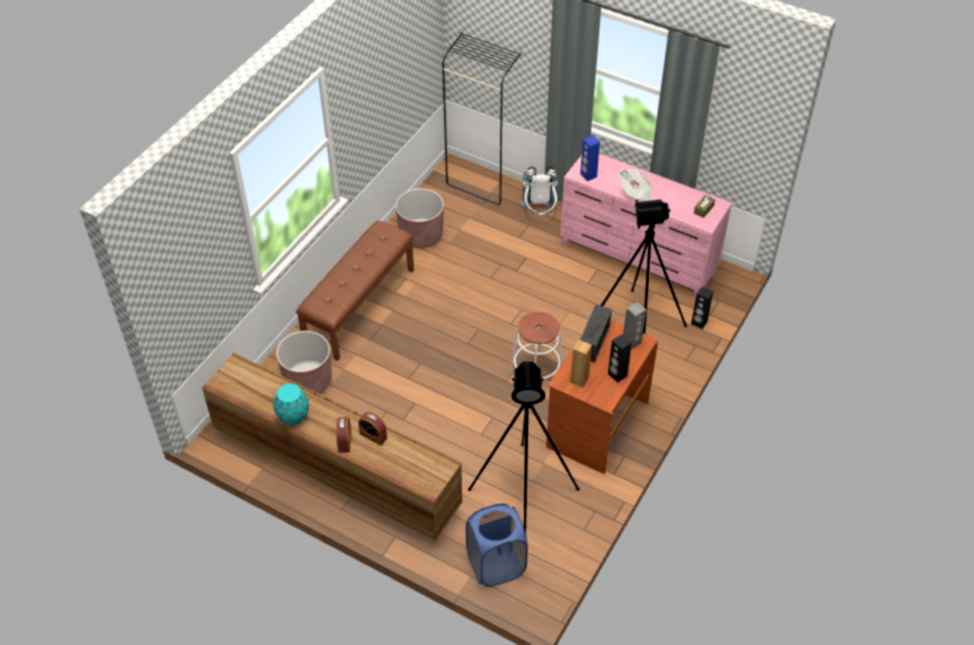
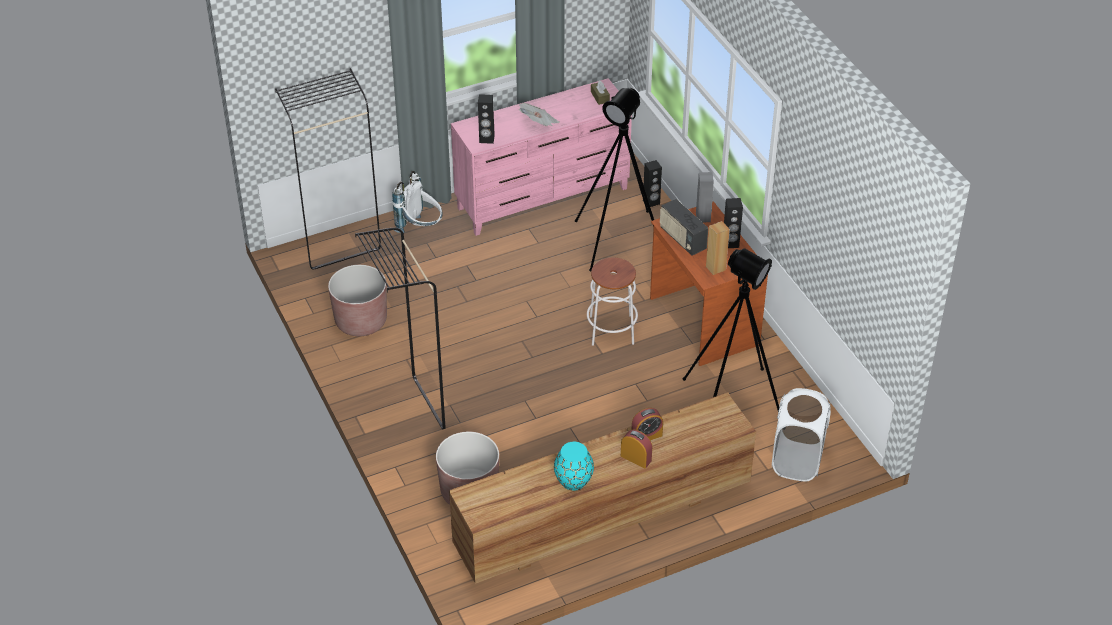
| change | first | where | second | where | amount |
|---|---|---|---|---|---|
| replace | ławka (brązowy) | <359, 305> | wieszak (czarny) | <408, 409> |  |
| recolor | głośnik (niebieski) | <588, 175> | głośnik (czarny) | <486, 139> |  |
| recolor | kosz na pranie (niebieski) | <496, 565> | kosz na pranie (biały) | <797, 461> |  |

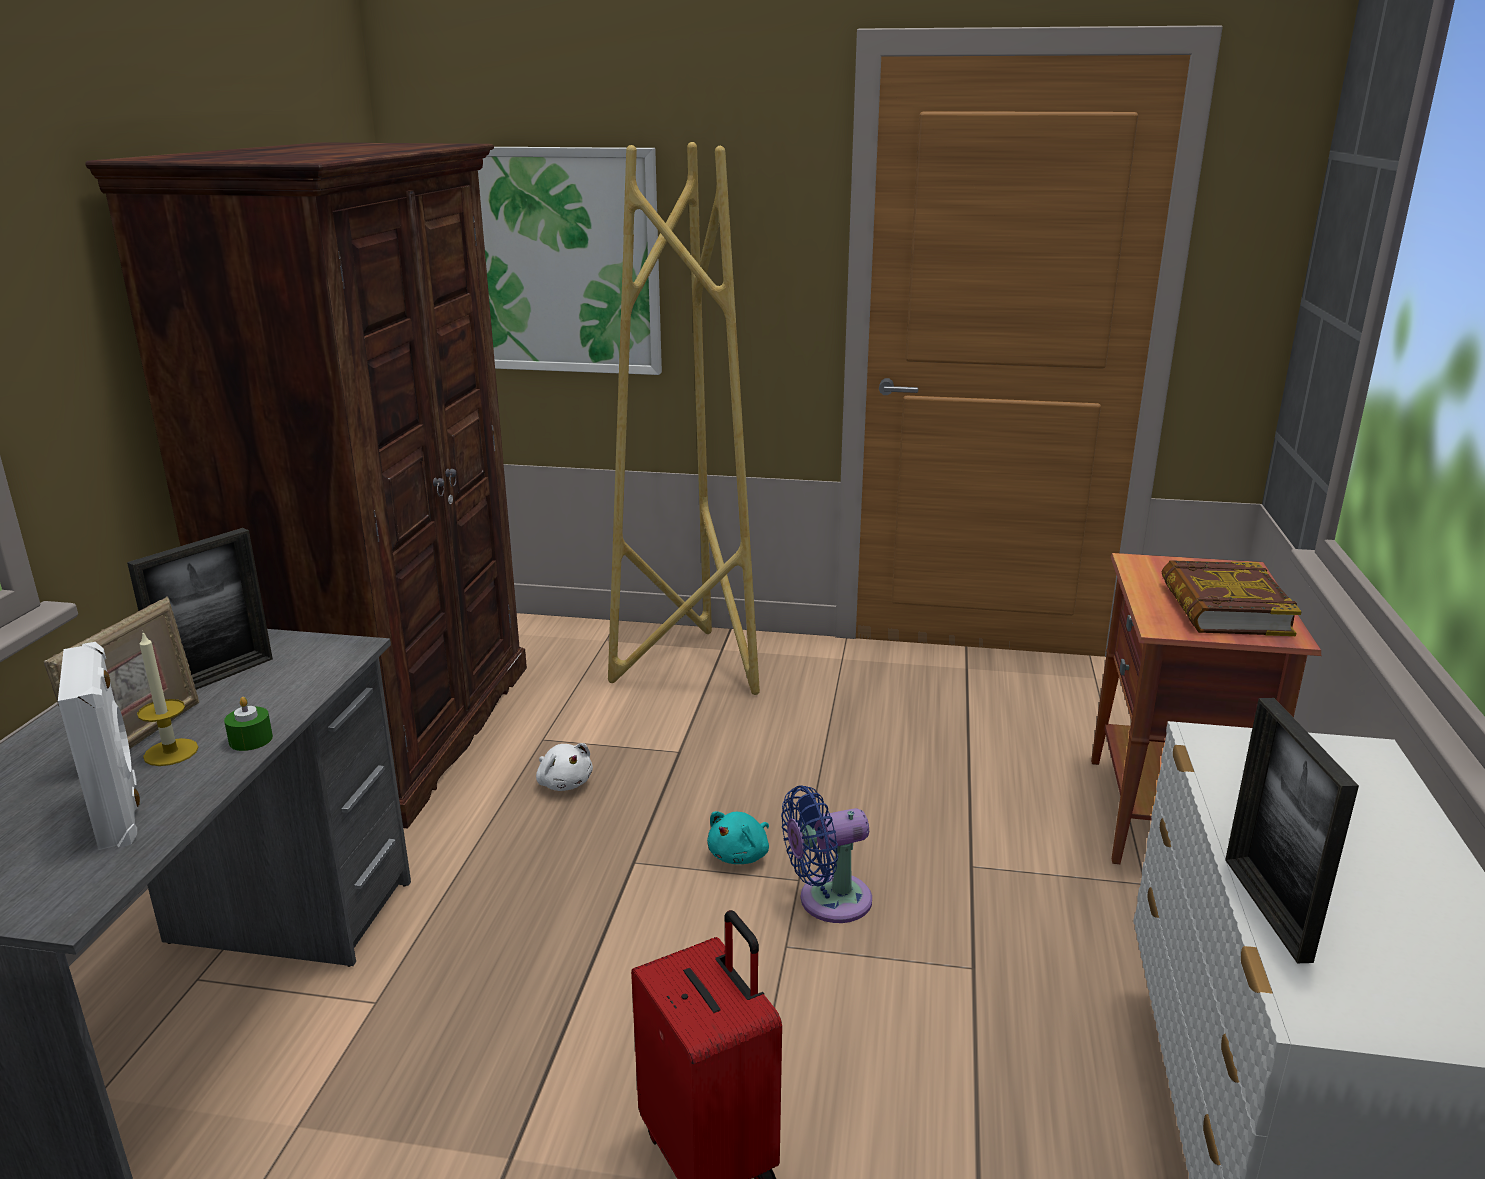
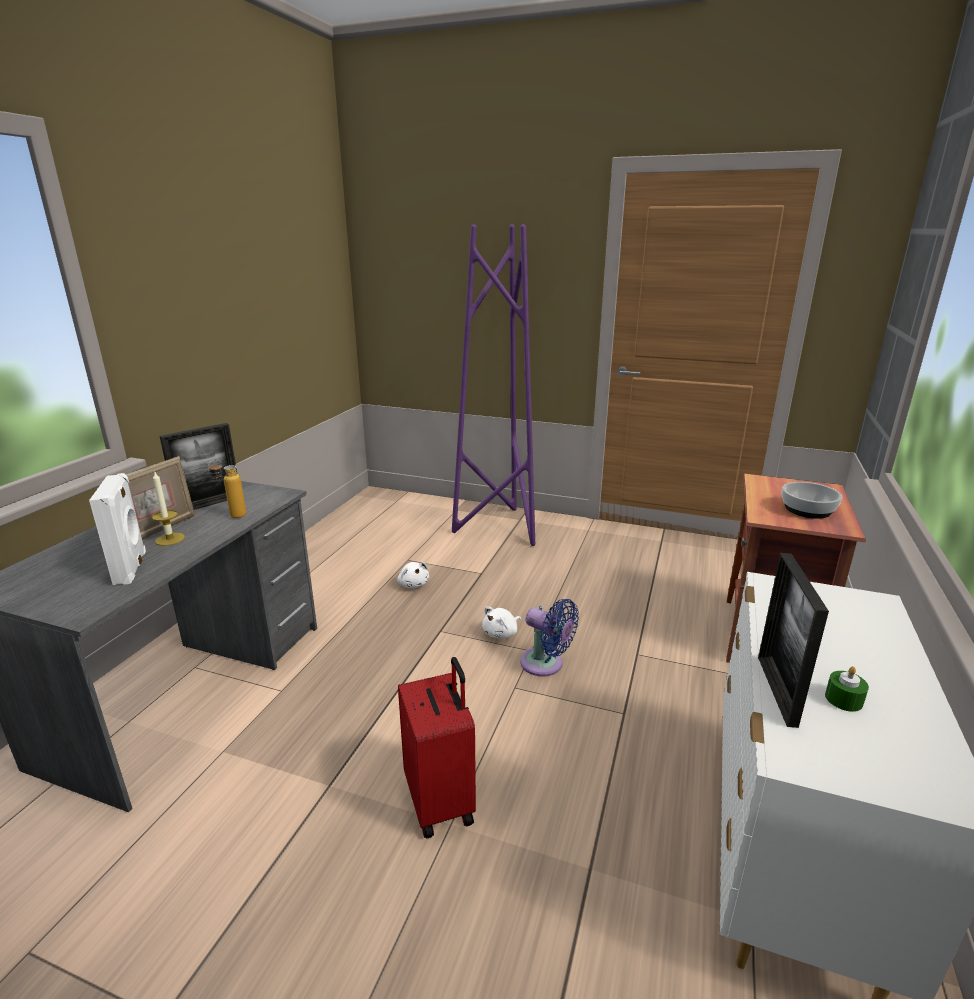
| change | first | where | second | where | amount |
|---|---|---|---|---|---|
| insert |  |  | butelka | <232, 517> |  |
| recolor | wieszak (żółty) | <692, 669> | wieszak (fioletowy) | <500, 529> |  |
| recolor | pluszak (turkusowy) | <740, 855> | pluszak (biały) | <501, 633> |  |
| rotate | wentylator (niebieski) | <827, 901> |  | <545, 664> | 135 degrees counterclockwise |
| replace | książka | <1223, 608> | miska | <807, 509> |  |
| move | świeca (zielony) | <251, 740> |  | <843, 699> |  |
| delete | szafa (brązowy) | <397, 731> |  |  |  |
| delete | obraz | <554, 262> |  |  |  |

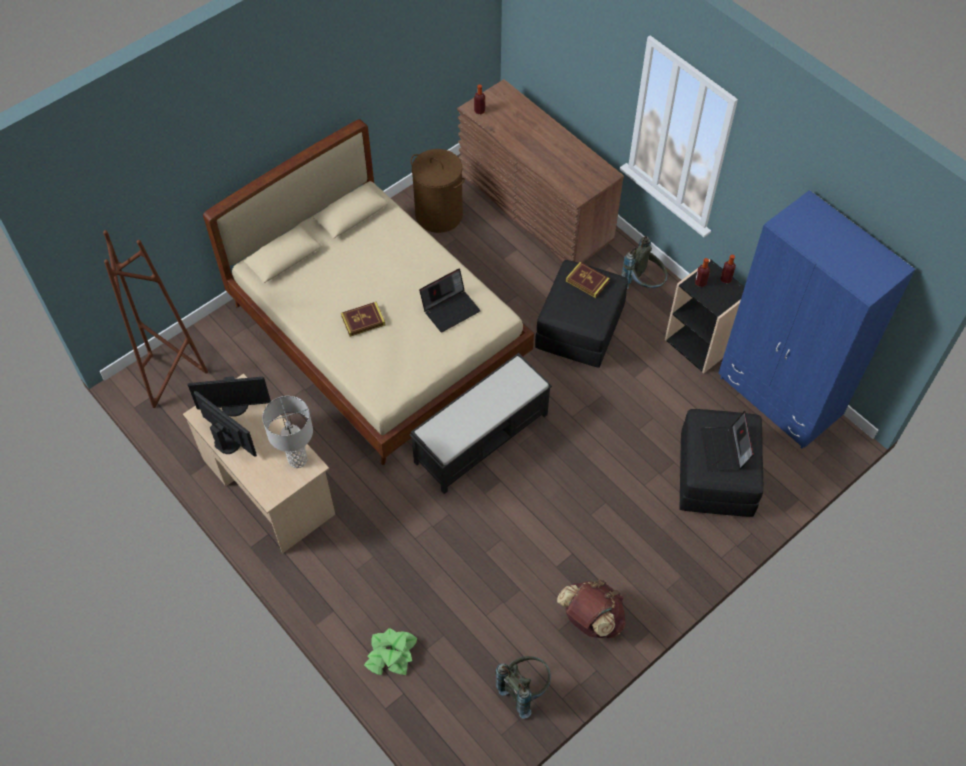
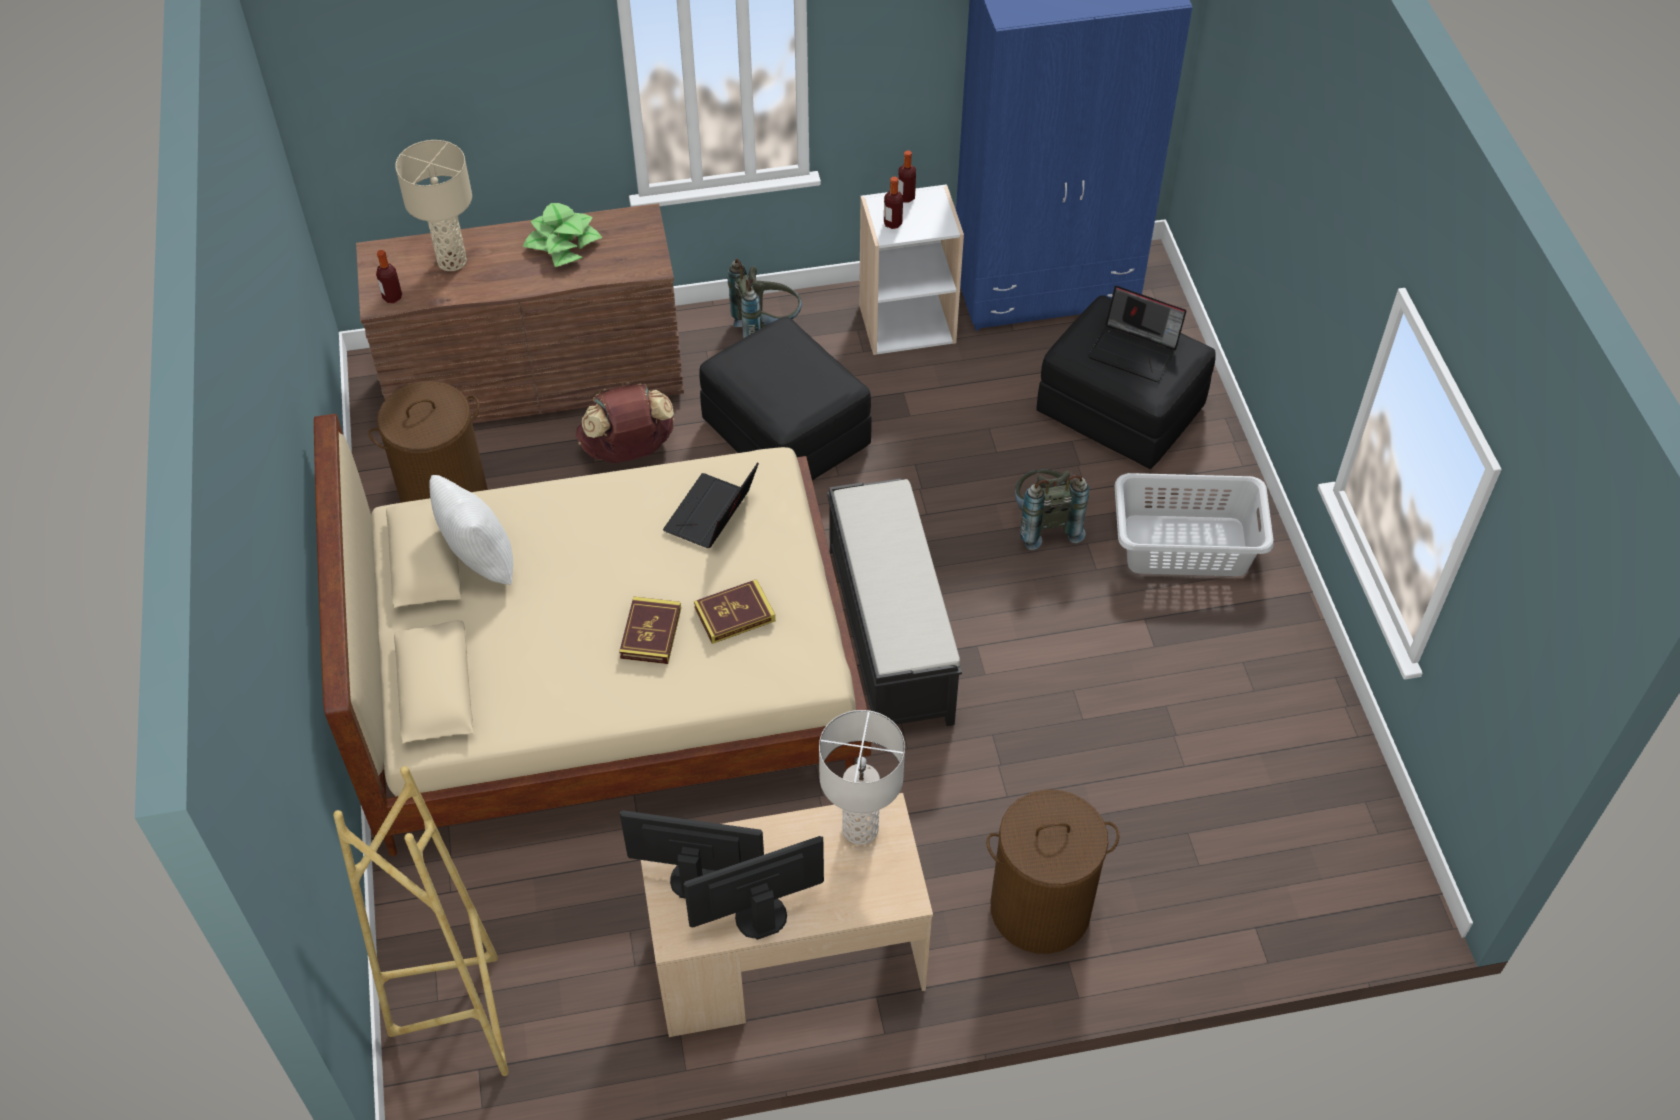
| change | first | where | second | where | amount |
|---|---|---|---|---|---|
| recolor | wieszak (brązowy) | <171, 378> | wieszak (żółty) | <463, 1021> |  |
| insert |  |  | lampa stołowa (beżowy) | <452, 261> |  |
| insert |  |  | poduszka (biały) | <478, 562> |  |
| move | roślina doniczkowa | <391, 654> |  | <563, 243> |  |
| move | plecak (brązowy) | <591, 619> |  | <628, 450> |  |
| rotate | monitor | <235, 406> |  | <696, 876> | 105 degrees counterclockwise |
| rotate | laptop | <450, 309> |  | <712, 516> | 150 degrees counterclockwise |
| move | książka | <587, 281> |  | <734, 614> |  |
| recolor | regał (czarny) | <700, 344> | regał (biały) | <908, 323> |  |
| insert |  |  | kosz na pranie (brązowy) | <1040, 908> |  |
| move | plecak (szary) | <524, 689> |  | <1044, 524> |  |
| insert |  |  | kosz na pranie (szary) | <1186, 547> |  |

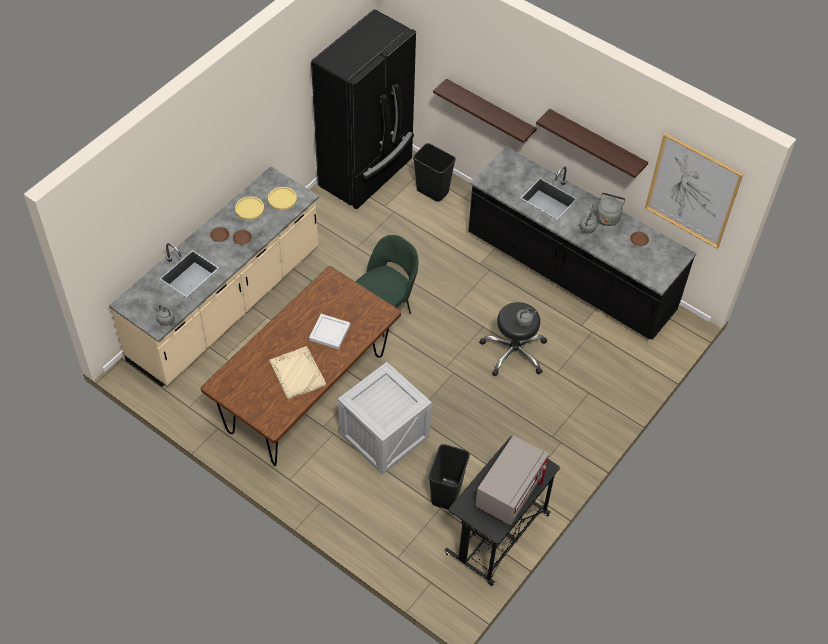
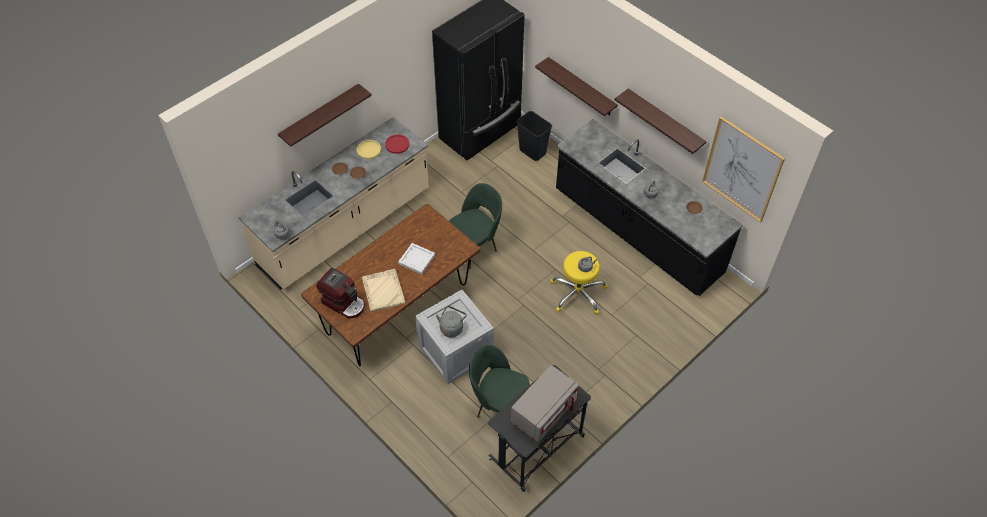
| change | first | where | second | where | amount |
|---|---|---|---|---|---|
| insert |  |  | półka | <320, 115> |  |
| insert |  |  | ekspres do kawy | <344, 303> |  |
| recolor | talerz (żółty) | <282, 199> | talerz (czerwony) | <397, 144> |  |
| move | czajnik (szary) | <607, 217> |  | <452, 327> |  |
| replace | kosz na śmieci (czarny) | <446, 493> | krzesło (zielony) | <498, 407> |  |
| recolor | stołek (czarny) | <514, 352> | stołek (żółty) | <578, 293> |  |

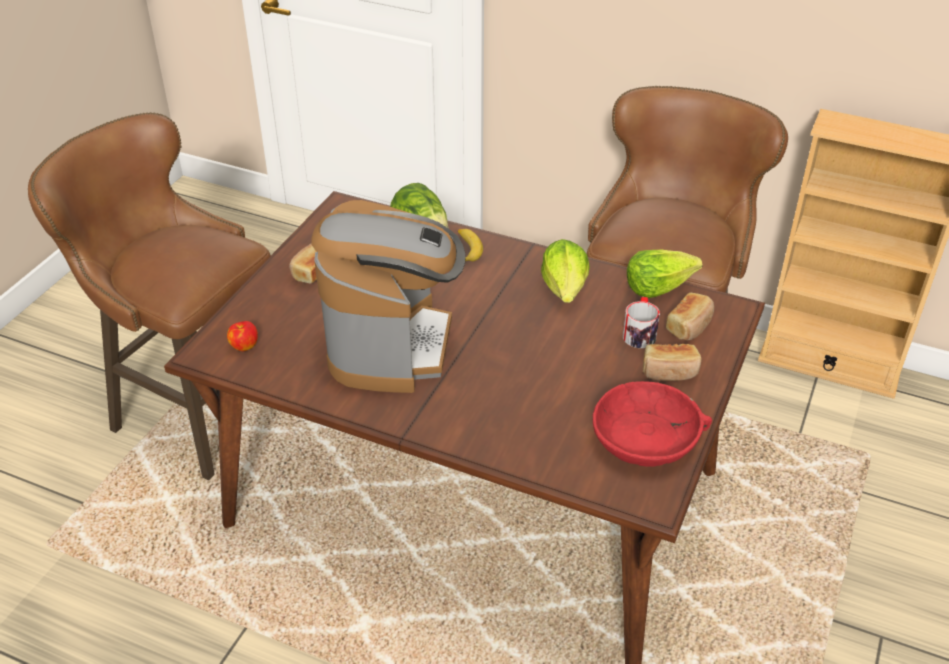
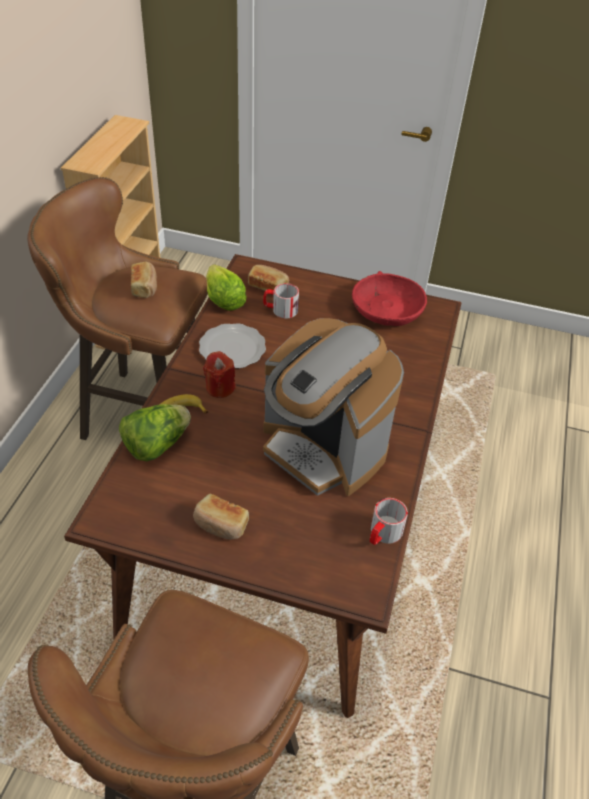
| change | first | where | second | where | amount |
|---|---|---|---|---|---|
| move | chleb | <669, 371> |  | <144, 287> |  |
| replace | sałata | <565, 288> | talerz | <231, 348> |  |
| insert |  |  | świeca (czerwony) | <220, 388> |  |
| rotate | ekspres do kawy | <392, 345> |  | <323, 449> | 135 degrees counterclockwise |
| insert |  |  | kubek | <383, 534> |  |
| delete | jabłko | <244, 346> |  |  |  |

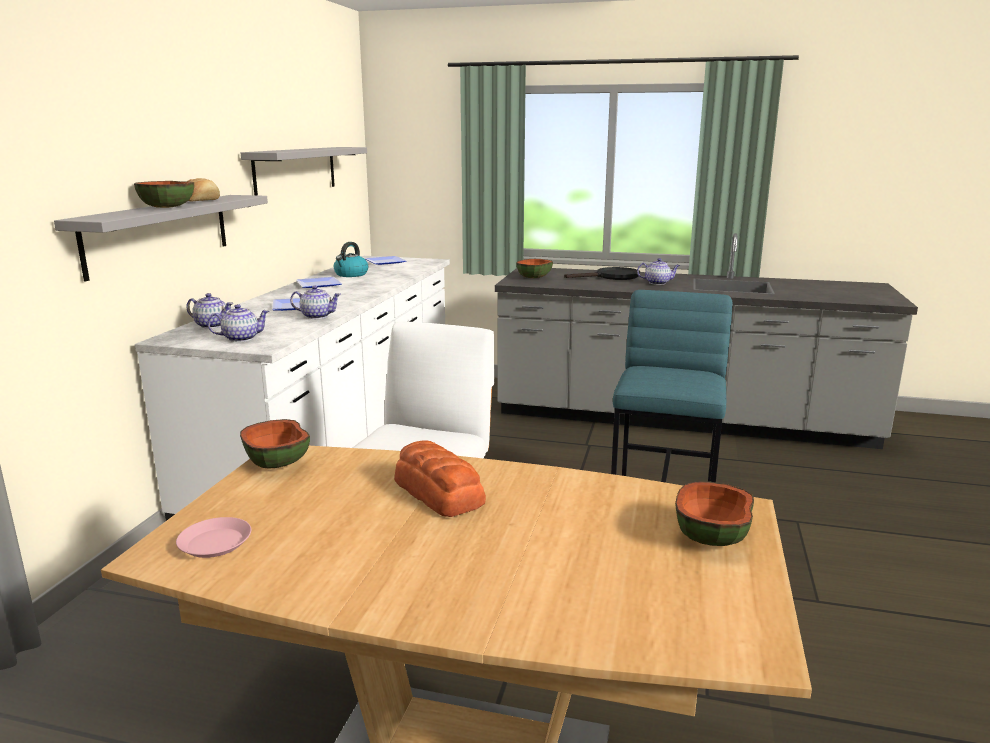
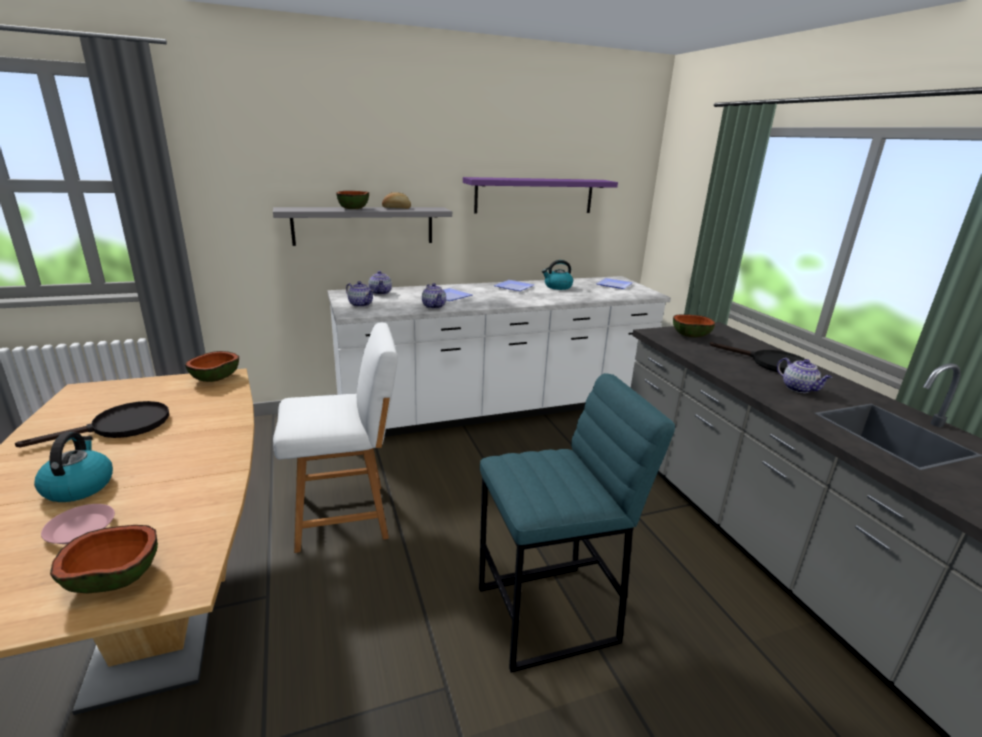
| change | first | where | second | where | amount |
|---|---|---|---|---|---|
| insert |  |  | patelnia (czarny) | <120, 427> |  |
| insert |  |  | czajnik | <79, 486> |  |
| move | talerz (różowy) | <214, 543> |  | <81, 528> |  |
| recolor | półka (szary) | <296, 171> | półka (fioletowy) | <535, 195> |  |
| delete | chleb | <438, 491> |  |  |  |

